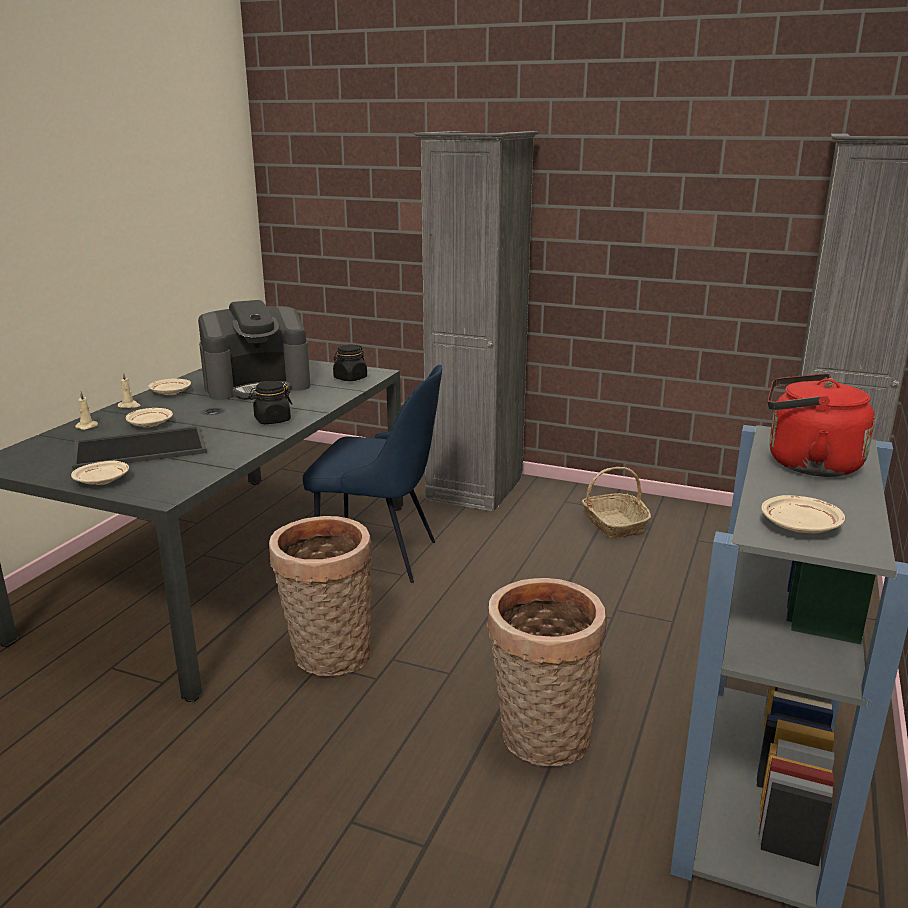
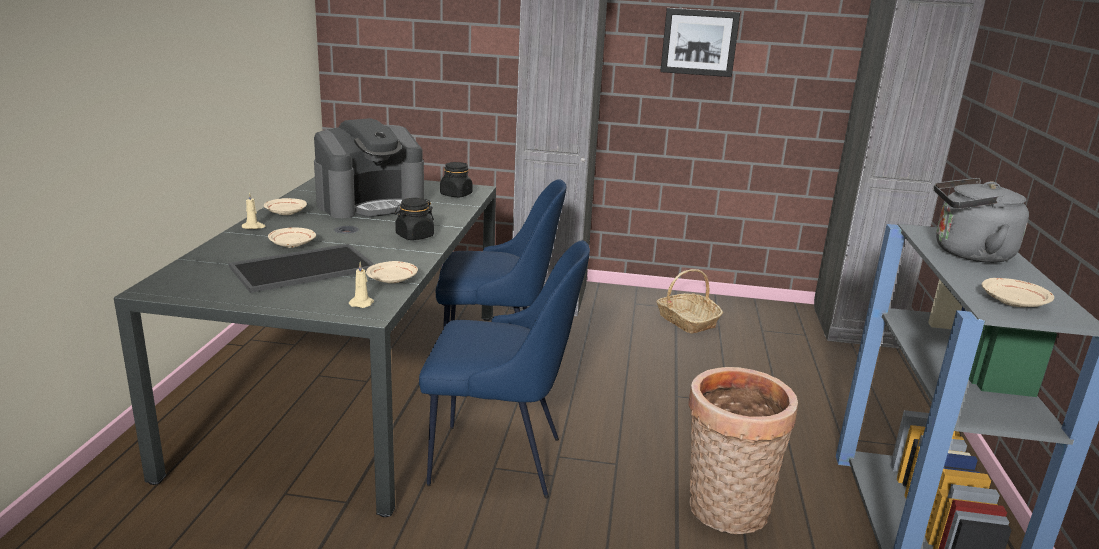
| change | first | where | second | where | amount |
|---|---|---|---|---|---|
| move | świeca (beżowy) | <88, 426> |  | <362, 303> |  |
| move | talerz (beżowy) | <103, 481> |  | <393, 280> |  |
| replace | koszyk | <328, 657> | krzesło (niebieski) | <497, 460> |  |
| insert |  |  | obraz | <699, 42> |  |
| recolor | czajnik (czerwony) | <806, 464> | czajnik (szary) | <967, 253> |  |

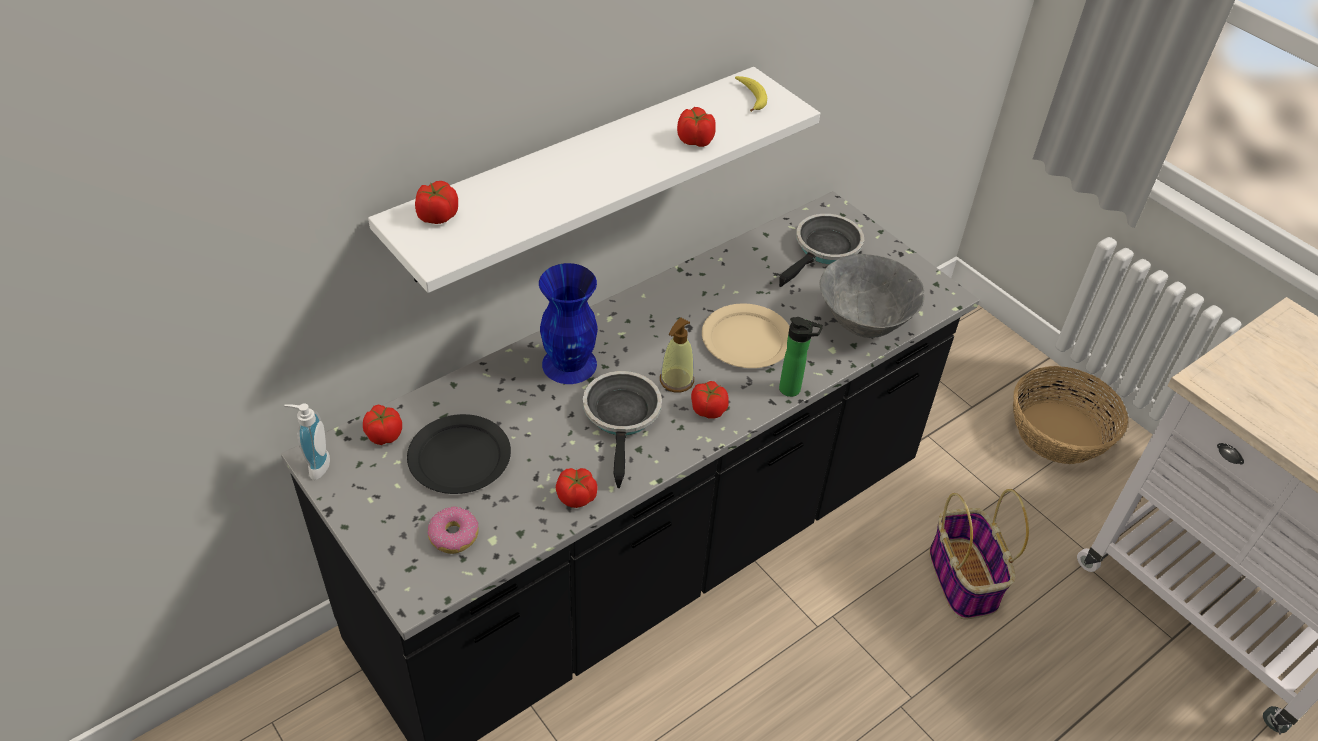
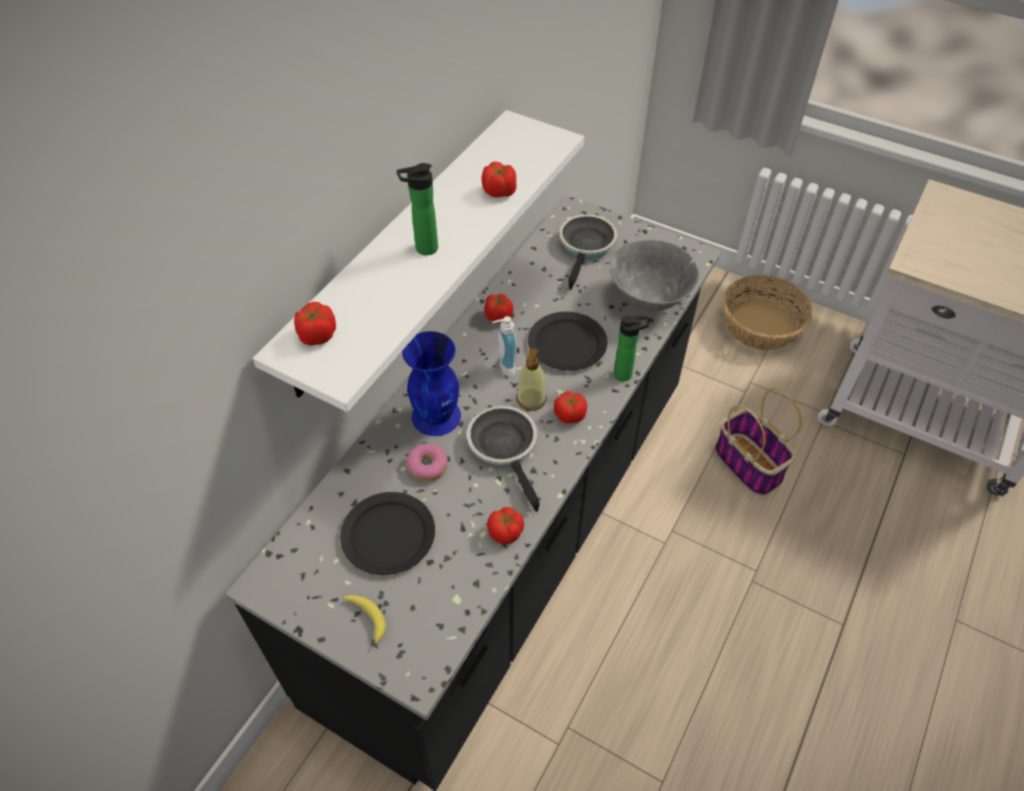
| change | first | where | second | where | amount |
|---|---|---|---|---|---|
| move | banan | <751, 97> |  | <368, 618> |  |
| insert |  |  | butelka | <423, 249> |  |
| move | donut | <453, 535> |  | <427, 466> |  |
| move | pomidor | <384, 434> |  | <498, 316> |  |
| move | dozownik mydła | <315, 465> |  | <504, 367> |  |
| recolor | talerz (beżowy) | <747, 339> | talerz (czarny) | <568, 344> |  |

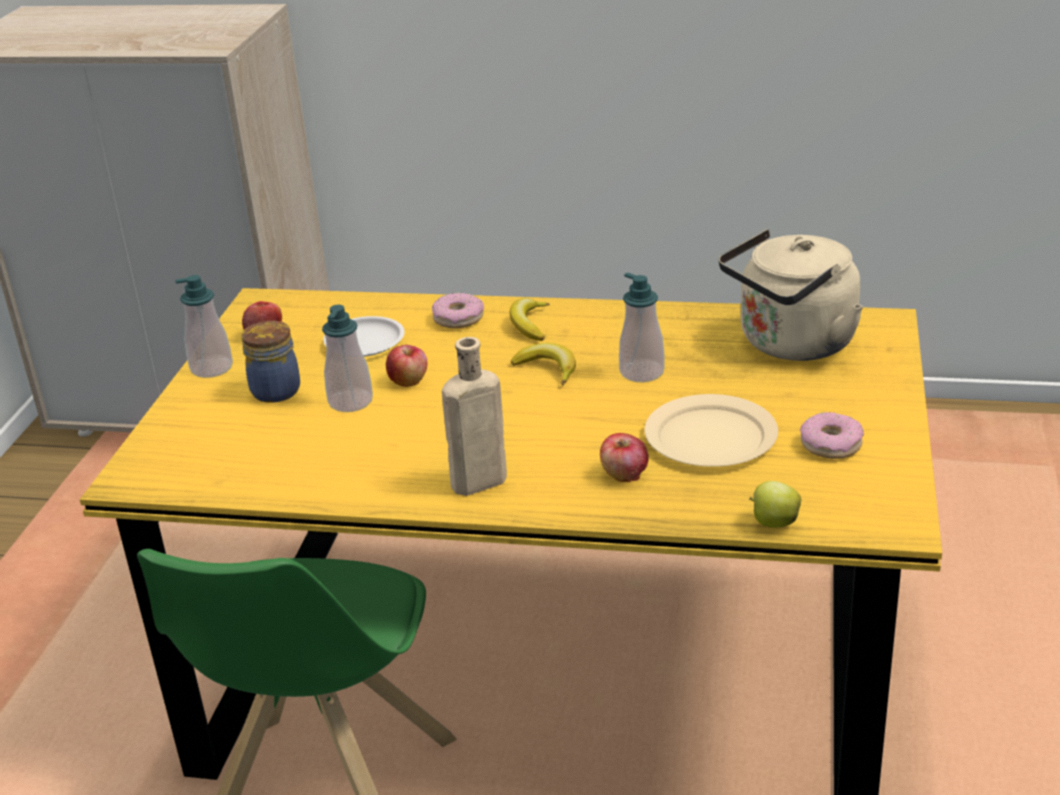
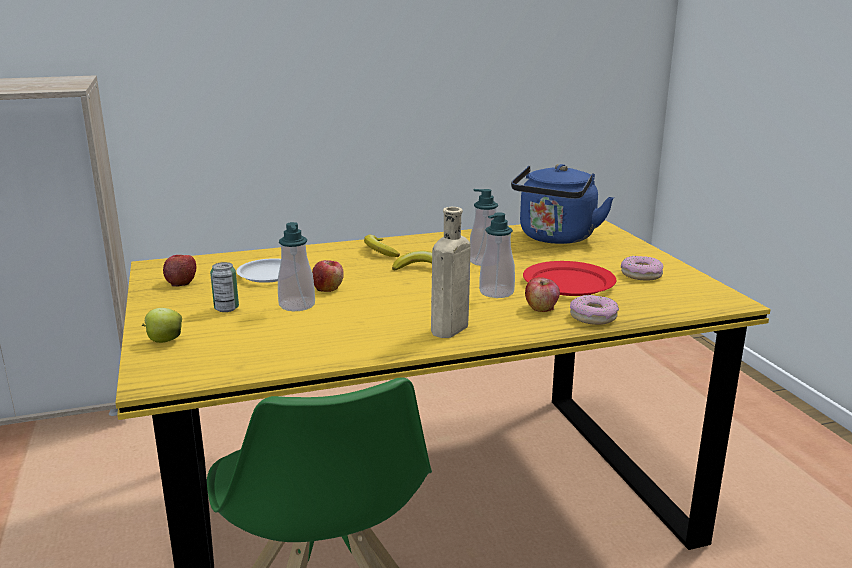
| change | first | where | second | where | amount |
|---|---|---|---|---|---|
| move | jabłko | <773, 523> |  | <164, 341> |  |
| replace | słoik | <275, 390> | puszka | <226, 308> |  |
| move | dozownik mydła | <211, 368> |  | <496, 292> |  |
| recolor | czajnik (beżowy) | <792, 345> | czajnik (niebieski) | <555, 238> |  |
| recolor | talerz (beżowy) | <709, 437> | talerz (czerwony) | <568, 283> |  |
| move | donut | <458, 318> |  | <593, 317> |  |

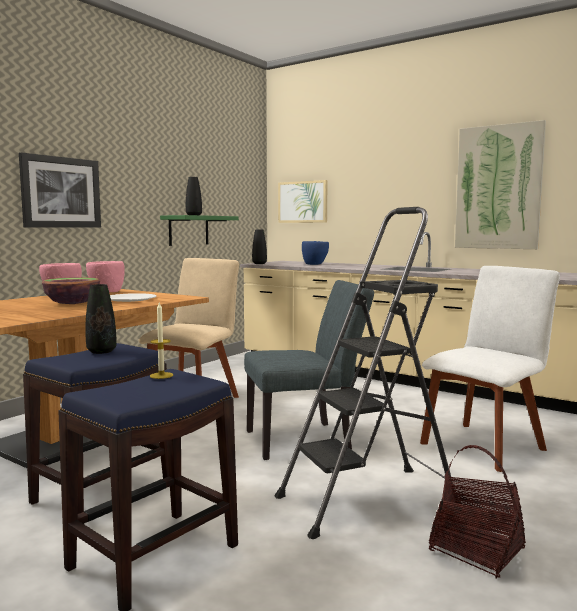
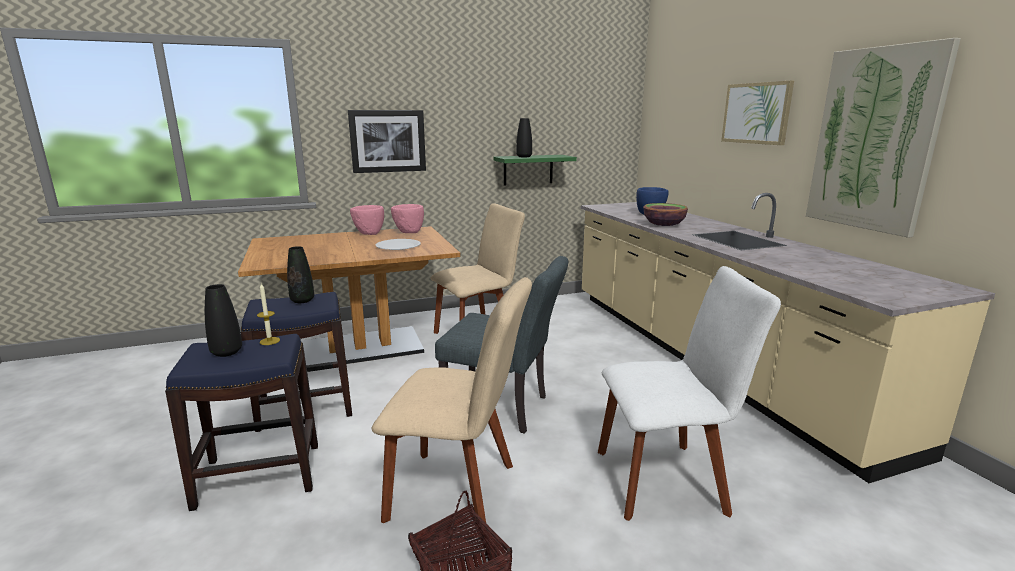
| change | first | where | second | where | amount |
|---|---|---|---|---|---|
| move | wazon (czarny) | <259, 263> |  | <226, 352> |  |
| replace | drabinka | <369, 499> | krzesło (beżowy) | <459, 493> |  |
| move | miska | <72, 304> |  | <663, 225> |  |
| move | obraz | <303, 202> |  | <756, 113> |  |

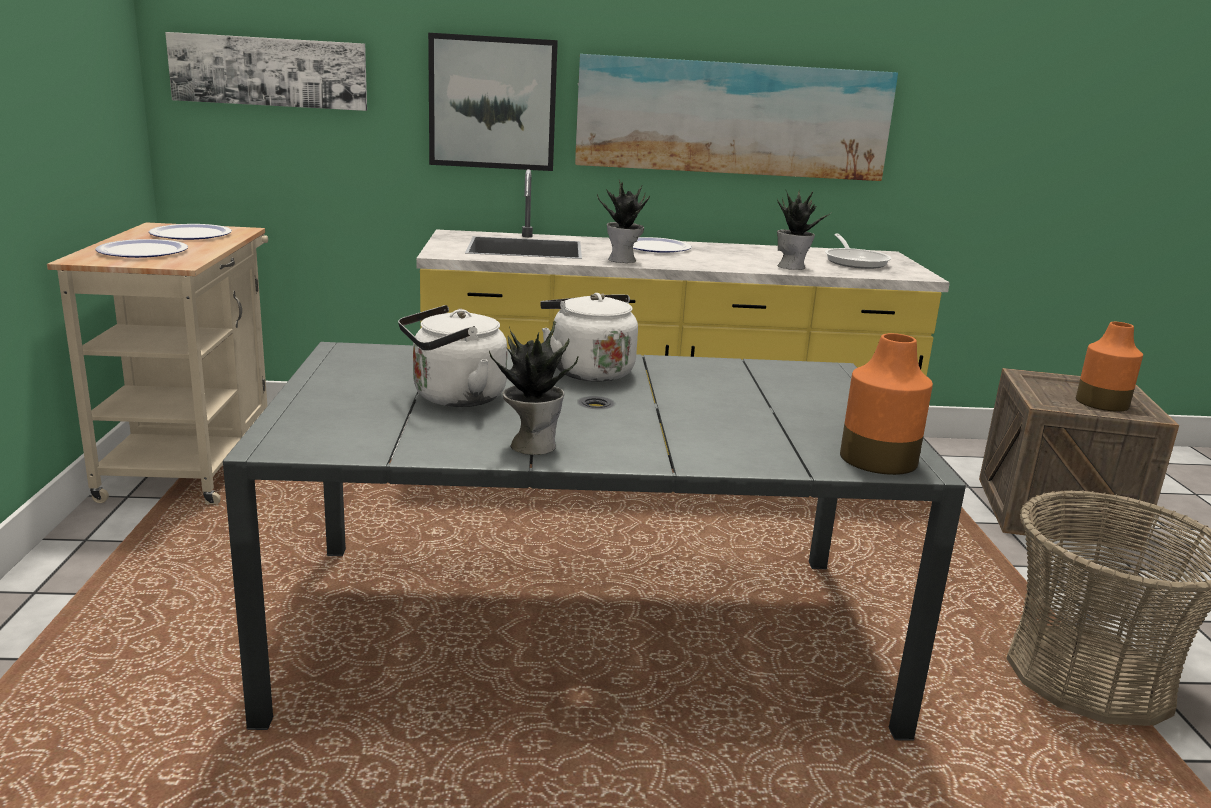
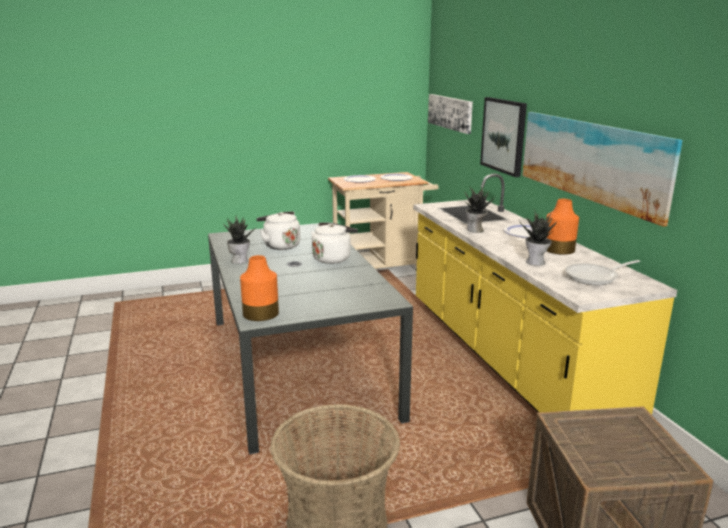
| change | first | where | second | where | amount |
|---|---|---|---|---|---|
| move | wazon (pomarańczowy) | <1102, 402> |  | <559, 249> |  |

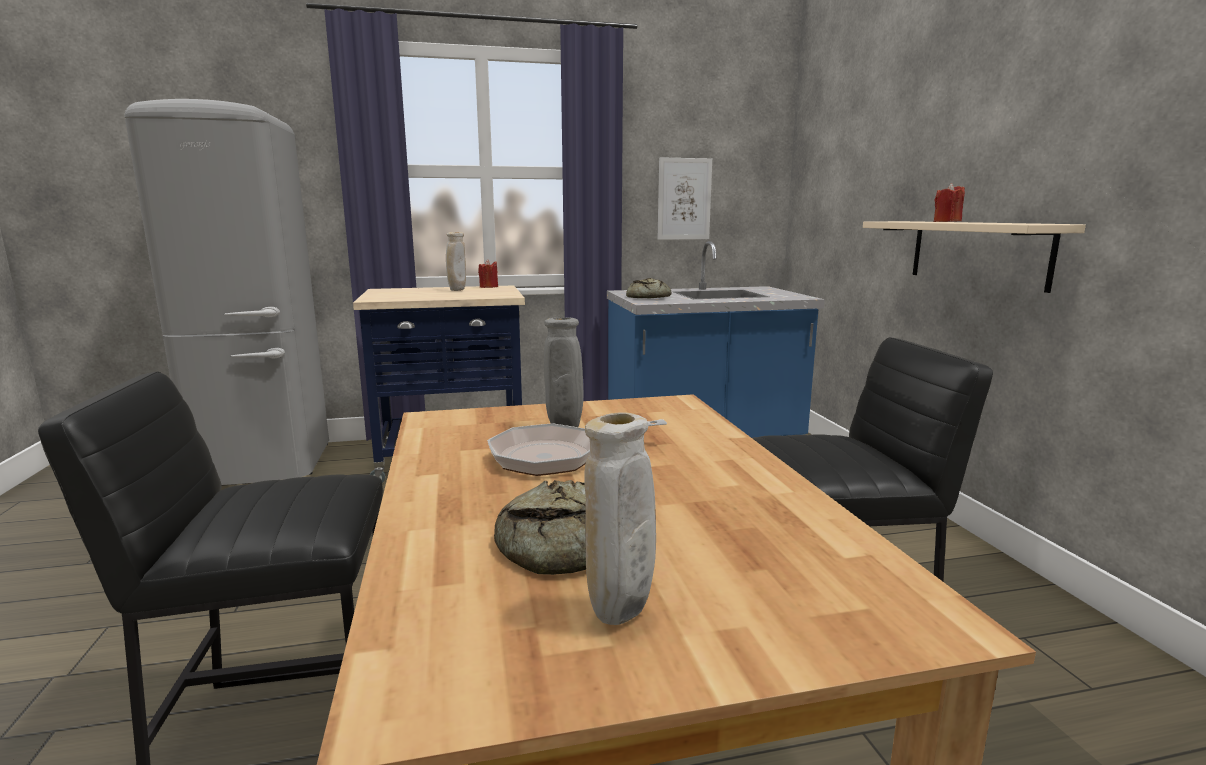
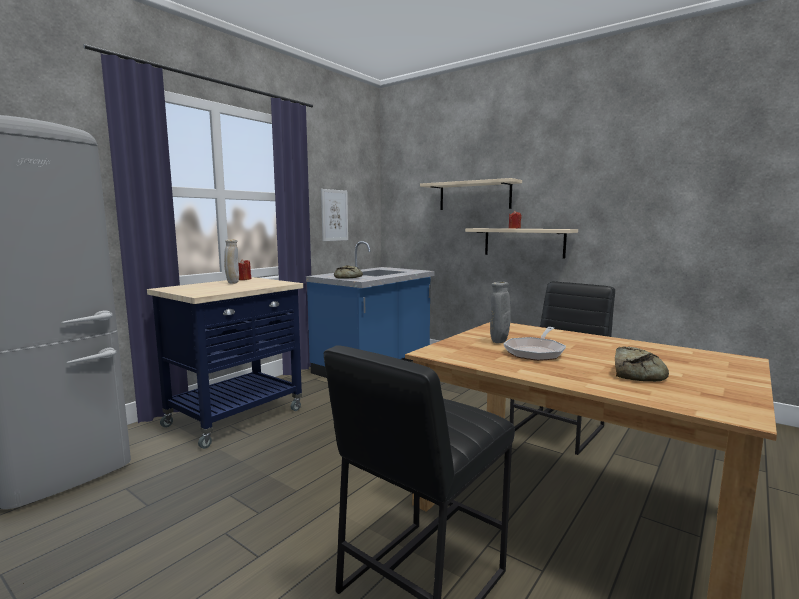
| change | first | where | second | where | amount |
|---|---|---|---|---|---|
| insert |  |  | półka (beżowy) | <474, 196> |  |
| delete | wazon (beżowy) | <620, 616> |  |  |  |

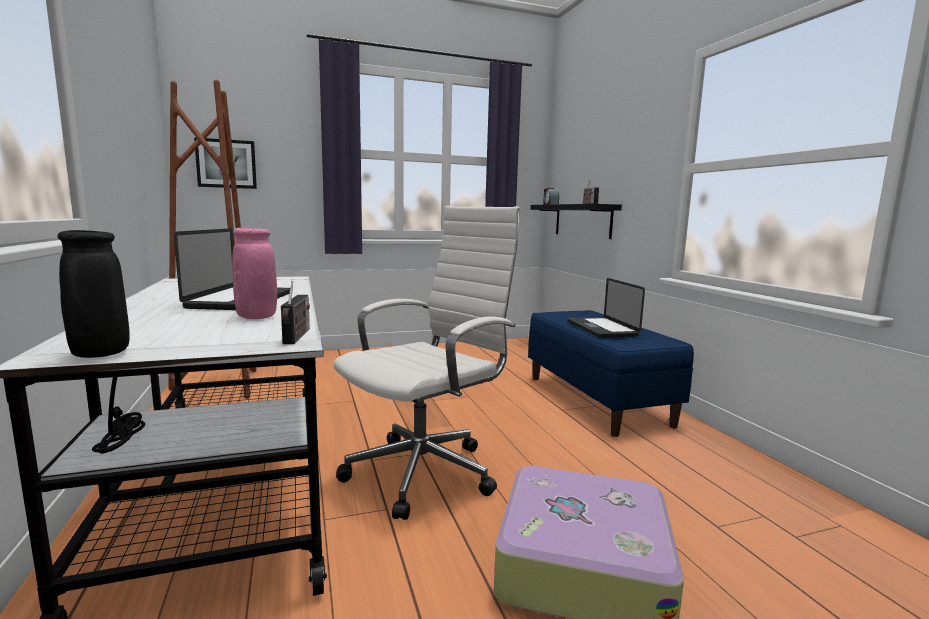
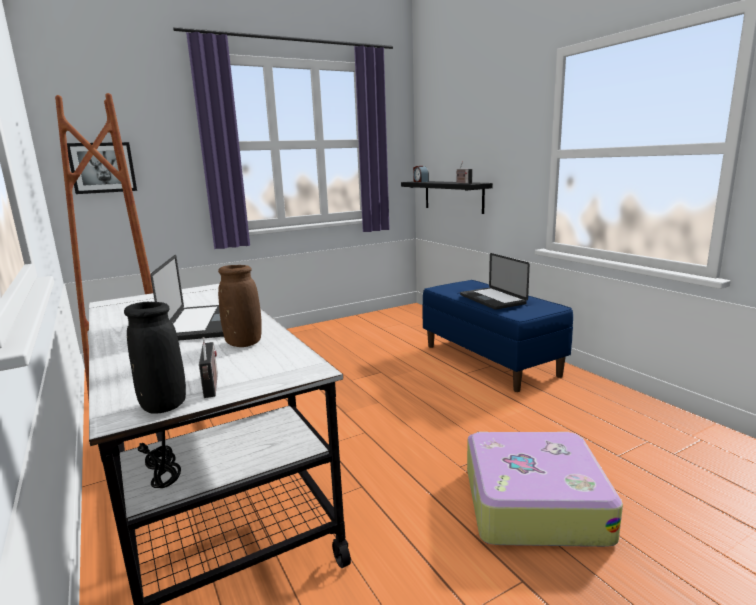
| change | first | where | second | where | amount |
|---|---|---|---|---|---|
| move | radio | <297, 337> |  | <212, 386> |  |
| recolor | wazon (różowy) | <256, 317> | wazon (brązowy) | <243, 343> |  |
| delete | krzesło biurowe (biały) | <426, 470> |  |  |  |

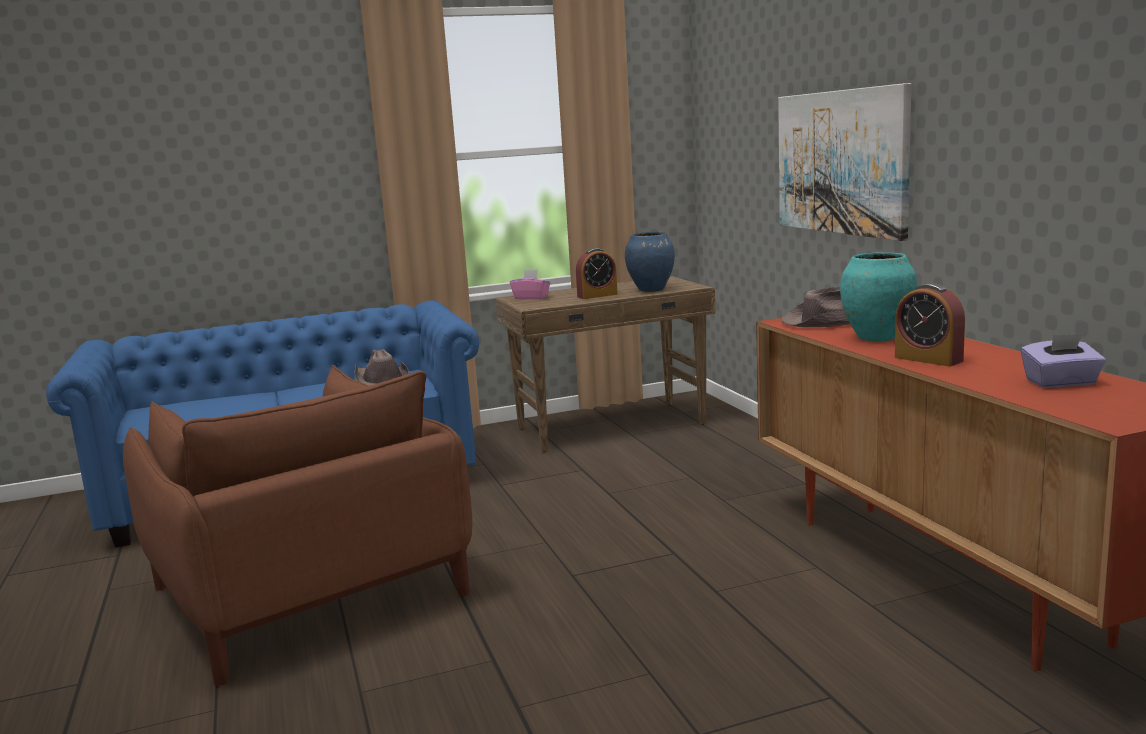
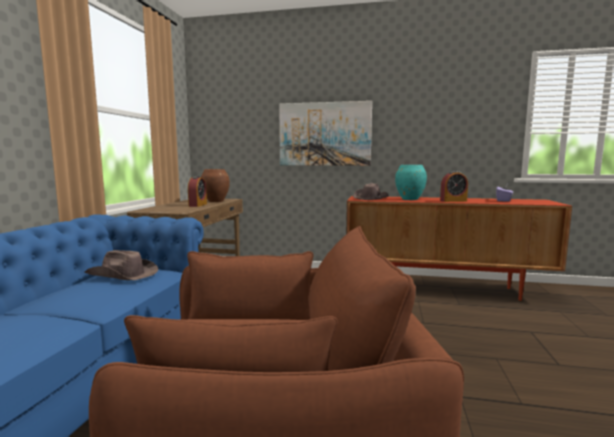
| change | first | where | second | where | amount |
|---|---|---|---|---|---|
| recolor | wazon (niebieski) | <651, 290> | wazon (brązowy) | <216, 201> |  |
| delete | pudełko chusteczek (różowy) | <531, 298> |  |  |  |

